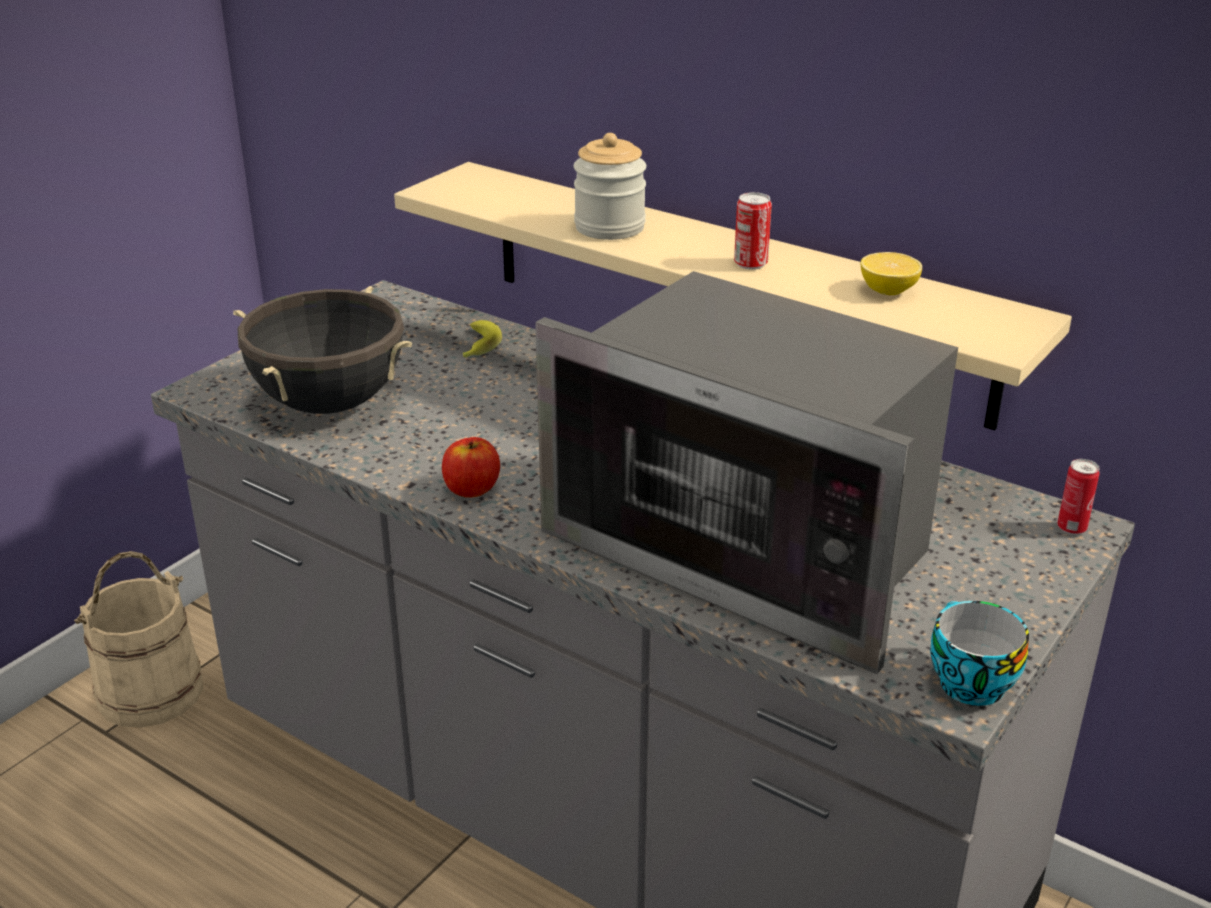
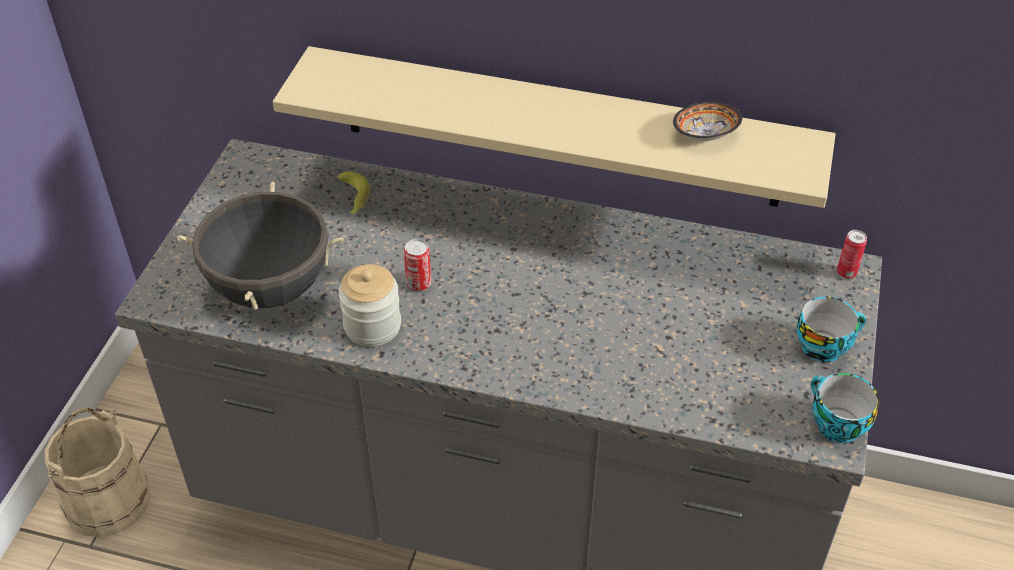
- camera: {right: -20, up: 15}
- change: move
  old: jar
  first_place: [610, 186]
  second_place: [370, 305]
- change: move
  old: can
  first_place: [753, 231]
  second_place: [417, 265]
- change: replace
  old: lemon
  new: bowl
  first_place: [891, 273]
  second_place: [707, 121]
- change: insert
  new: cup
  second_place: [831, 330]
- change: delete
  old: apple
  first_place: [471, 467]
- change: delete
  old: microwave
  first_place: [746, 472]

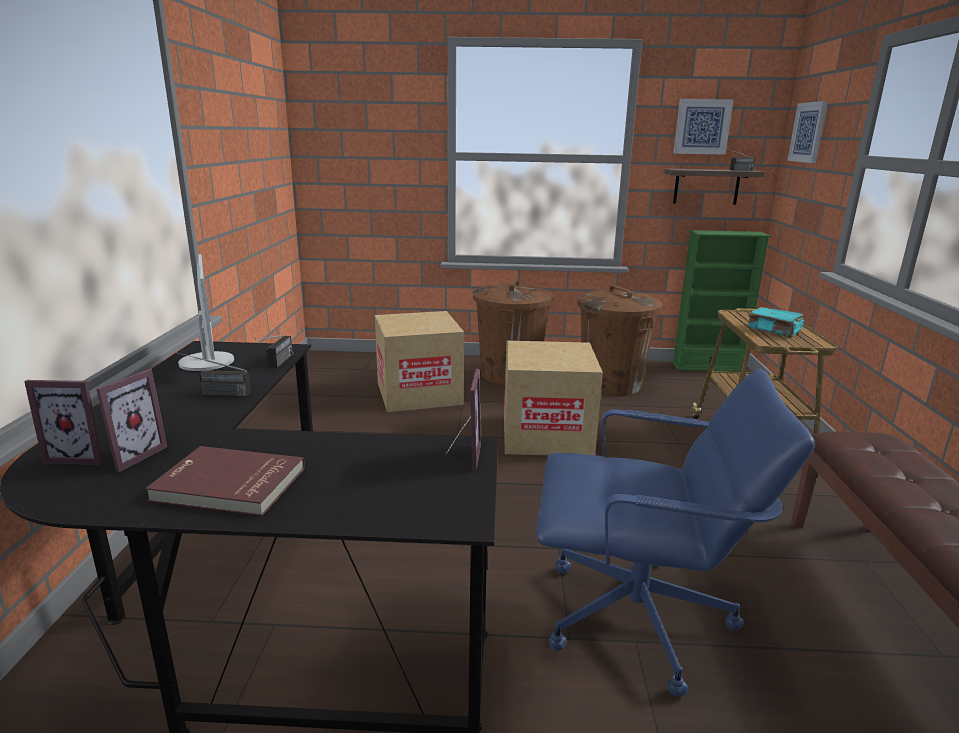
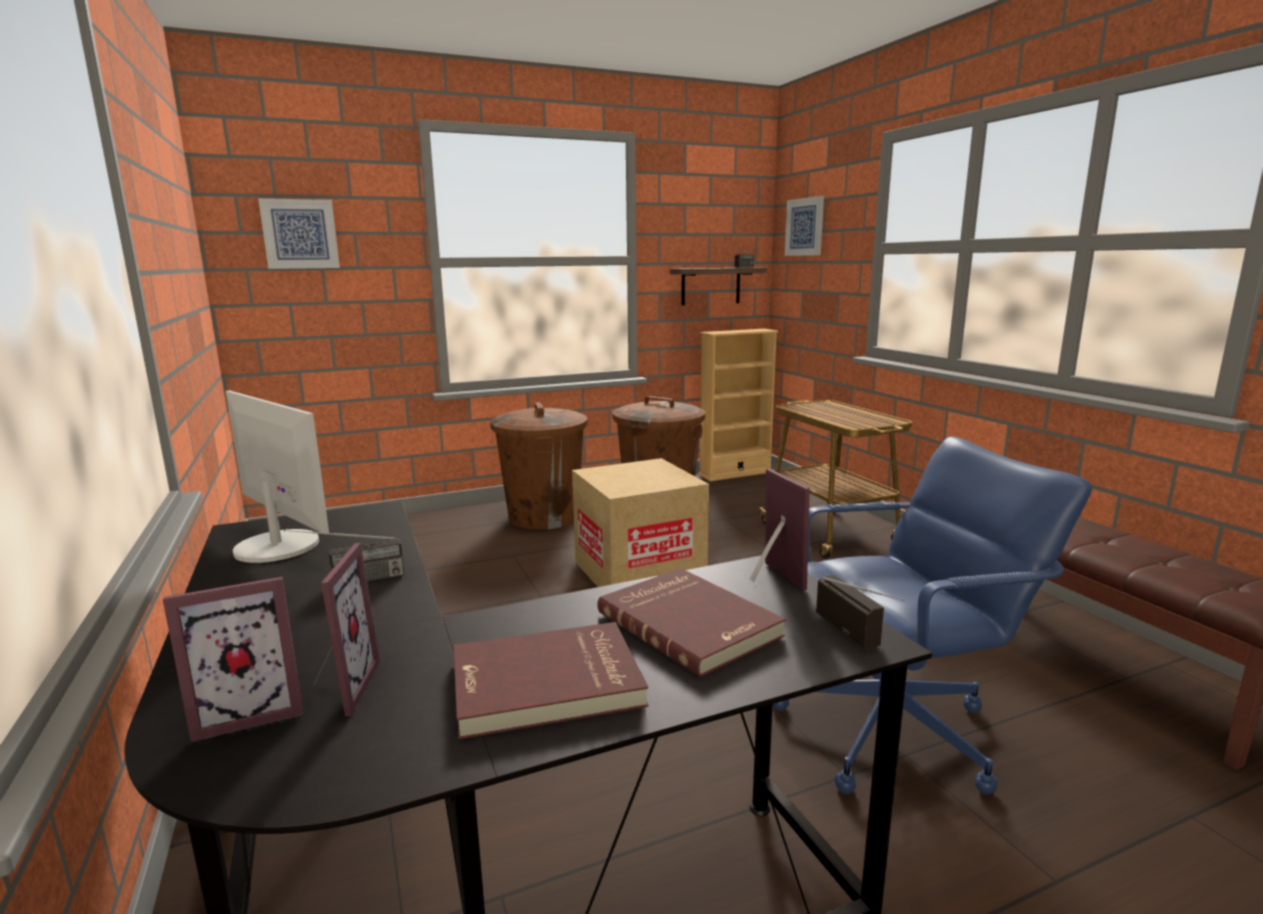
- camera: {right: -25, up: -5}
- change: move
  old: picture
  first_place: [703, 127]
  second_place: [299, 233]
- change: insert
  new: red book
  second_place: [691, 622]
- change: recolor
  old: green bookcase
  new: beige bookcase
  first_place: [721, 301]
  second_place: [738, 405]
- change: move
  old: radio
  first_place: [274, 351]
  second_place: [860, 612]
- change: delete
  old: cardboard box
  first_place: [419, 361]
- change: delete
  old: turquoise book
  first_place: [776, 322]

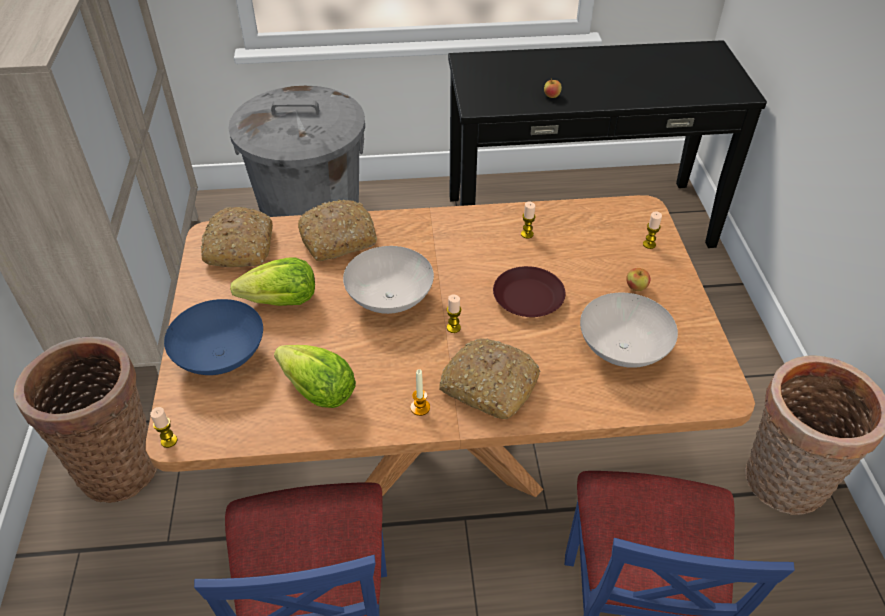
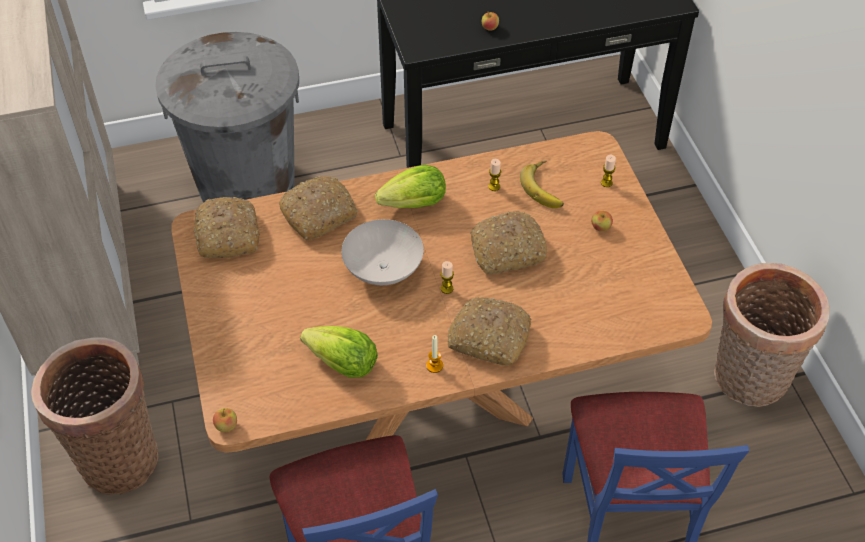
- camera: {right: -10, up: 5}
- change: replace
  old: candle
  new: apple
  first_place: [163, 427]
  second_place: [225, 420]
- change: move
  old: lettuce
  first_place: [272, 281]
  second_place: [410, 186]
- change: replace
  old: brown plate
  new: bread
  first_place: [529, 291]
  second_place: [508, 243]
- change: insert
  new: banana
  second_place: [542, 184]
- change: delete
  old: blue bowl
  first_place: [213, 337]
- change: delete
  old: white bowl
  first_place: [629, 330]

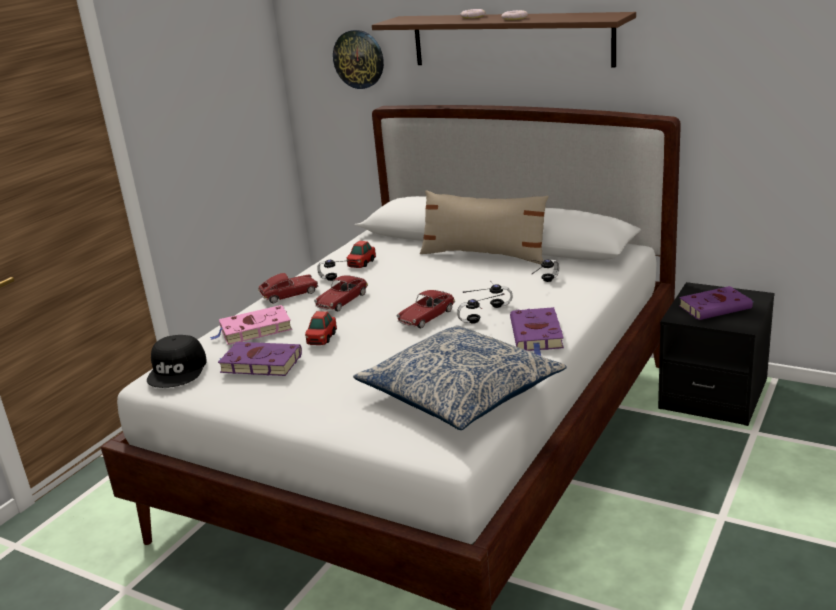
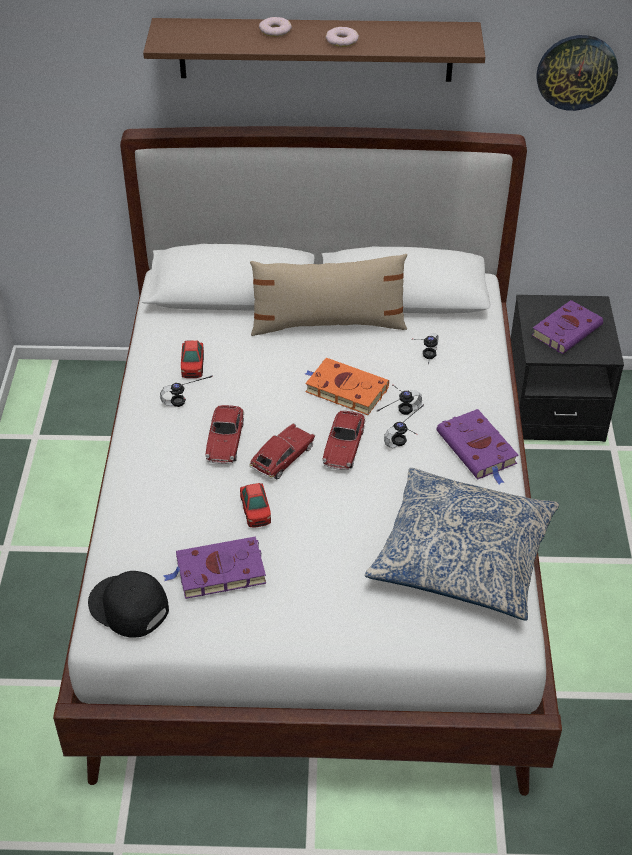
- camera: {right: -30, up: 20}
- change: rotate
  old: black cap
  first_place: [177, 361]
  second_place: [128, 604]
  degrees: 150
- change: move
  old: toy car
  first_place: [288, 288]
  second_place: [282, 451]
- change: insert
  new: orange book
  second_place: [347, 386]
- change: move
  old: wall clock
  first_place: [358, 59]
  second_place: [577, 73]
- change: delete
  old: pink book
  first_place: [251, 325]

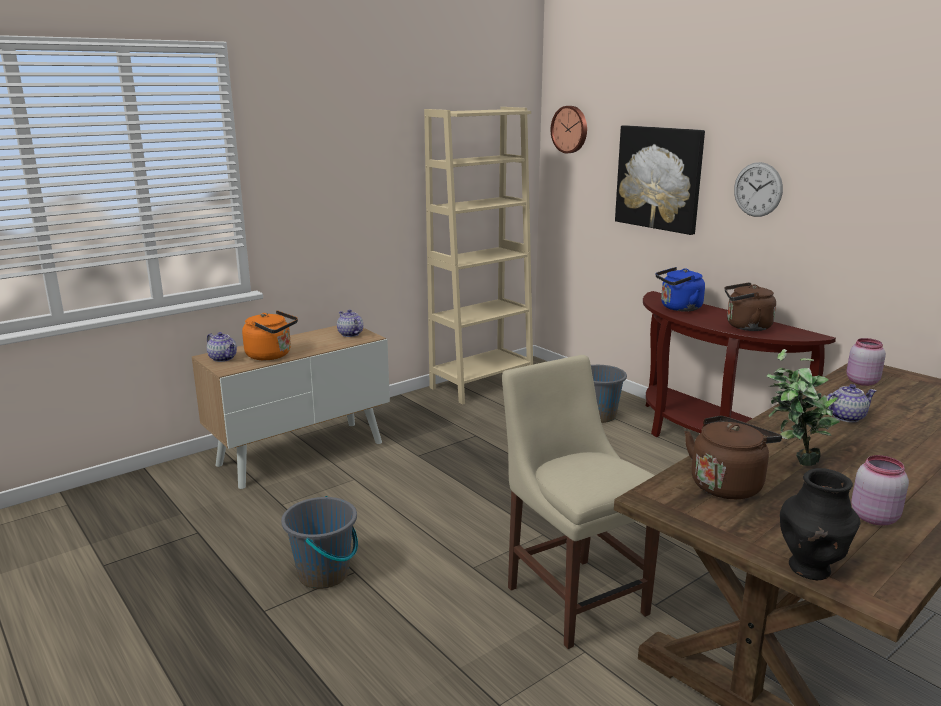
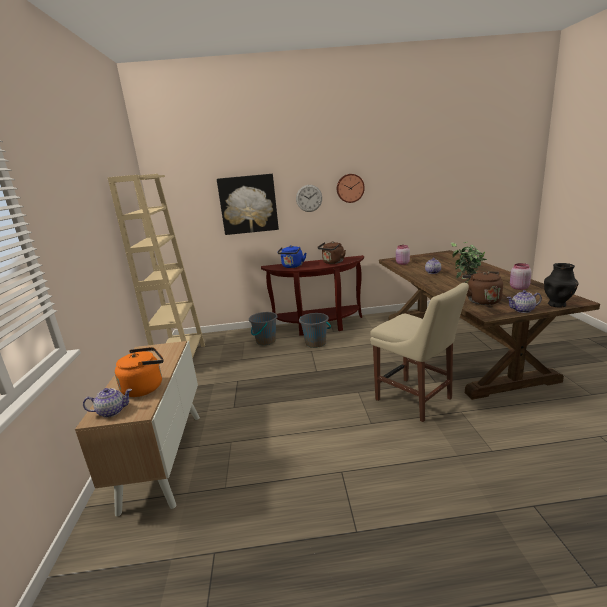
- camera: {right: -55, up: 0}
- change: move
  old: grey bucket
  first_place: [319, 542]
  second_place: [315, 330]
- change: move
  old: wall clock
  first_place: [569, 129]
  second_place: [351, 188]
- change: rotate
  old: beige chair
  first_place: [581, 502]
  second_place: [419, 352]
  degrees: -135
- change: move
  old: teapot
  first_place: [350, 323]
  second_place: [524, 301]

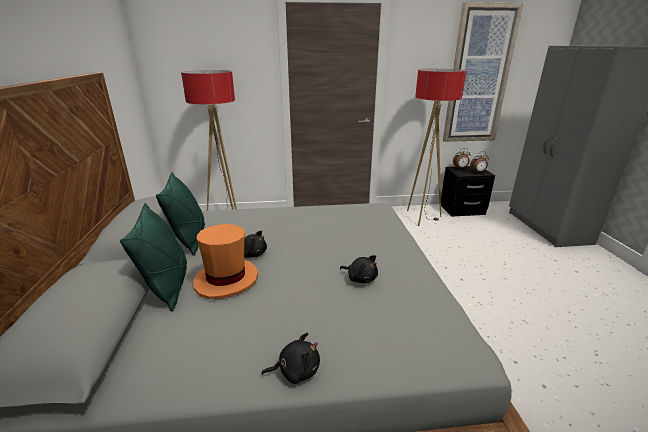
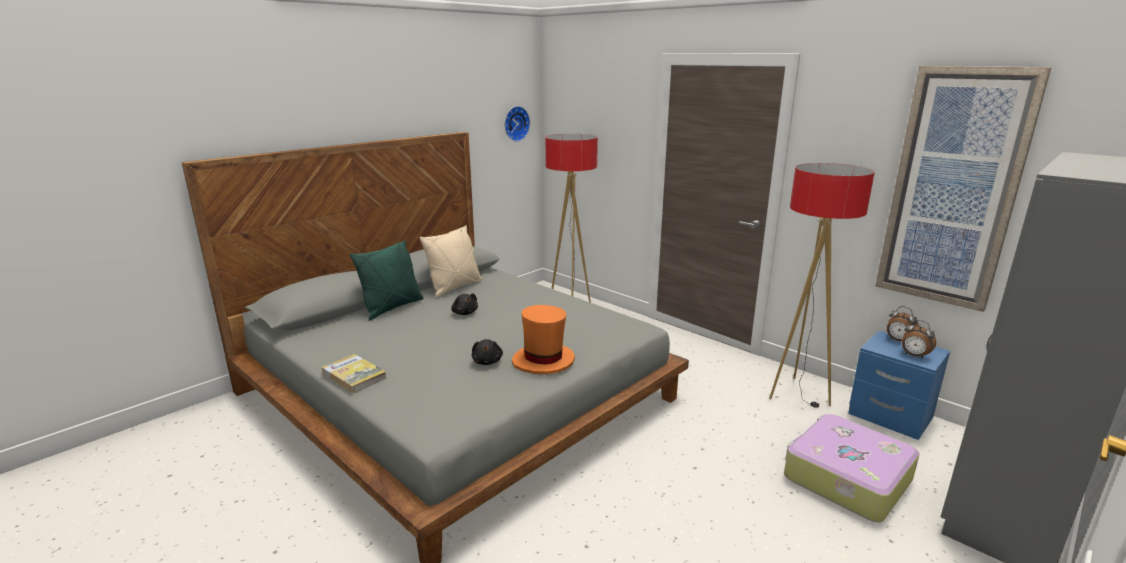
- camera: {right: 50, up: -5}
- change: replace
  old: black plush toy
  new: book
  first_place: [290, 358]
  second_place: [354, 373]
- change: recolor
  old: green pillow
  new: beige pillow
  first_place: [180, 214]
  second_place: [450, 261]
- change: insert
  new: wall clock
  second_place: [517, 123]
- change: move
  old: orange hat
  first_place: [225, 261]
  second_place: [543, 339]
- change: insert
  new: suitcase
  second_place: [852, 468]
- change: recolor
  old: black nightstand
  new: blue nightstand
  first_place: [468, 191]
  second_place: [899, 385]

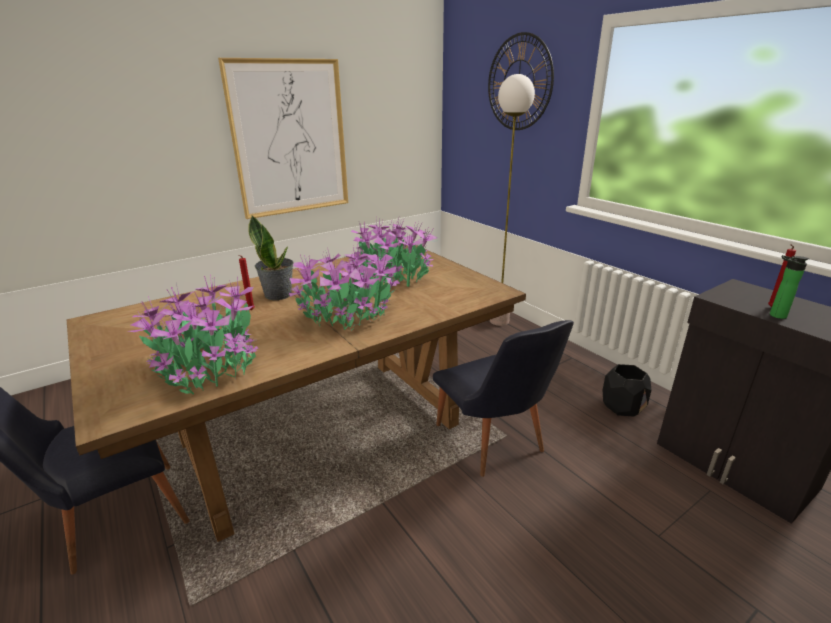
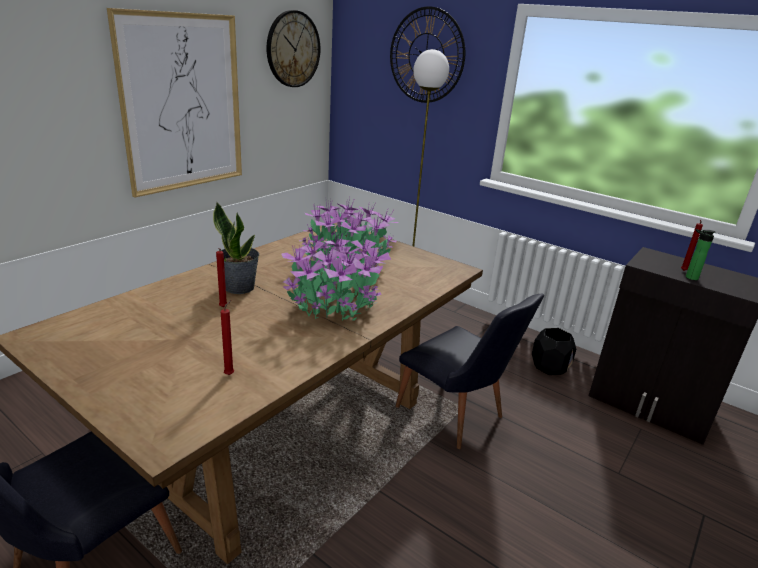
- camera: {right: -20, up: 0}
- change: replace
  old: potted plant
  new: red candle
  first_place: [194, 335]
  second_place: [227, 337]
- change: insert
  new: wall clock
  second_place: [293, 48]

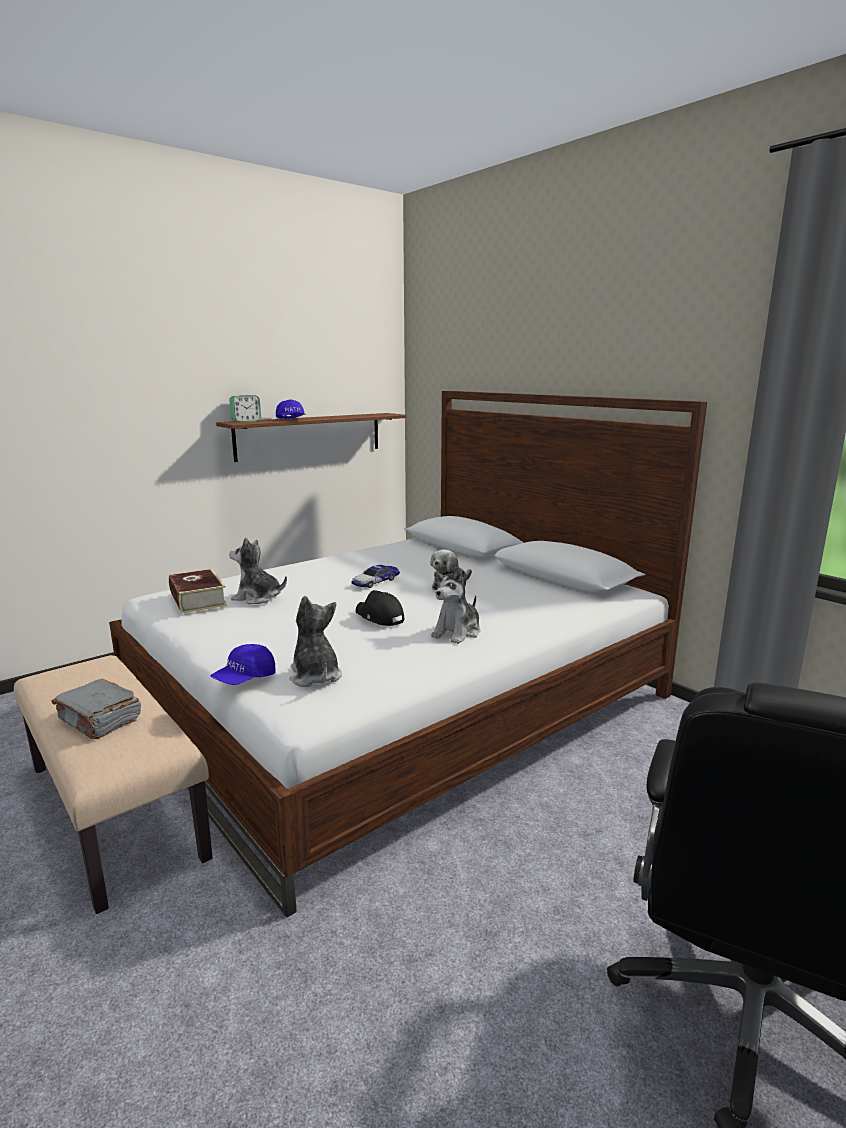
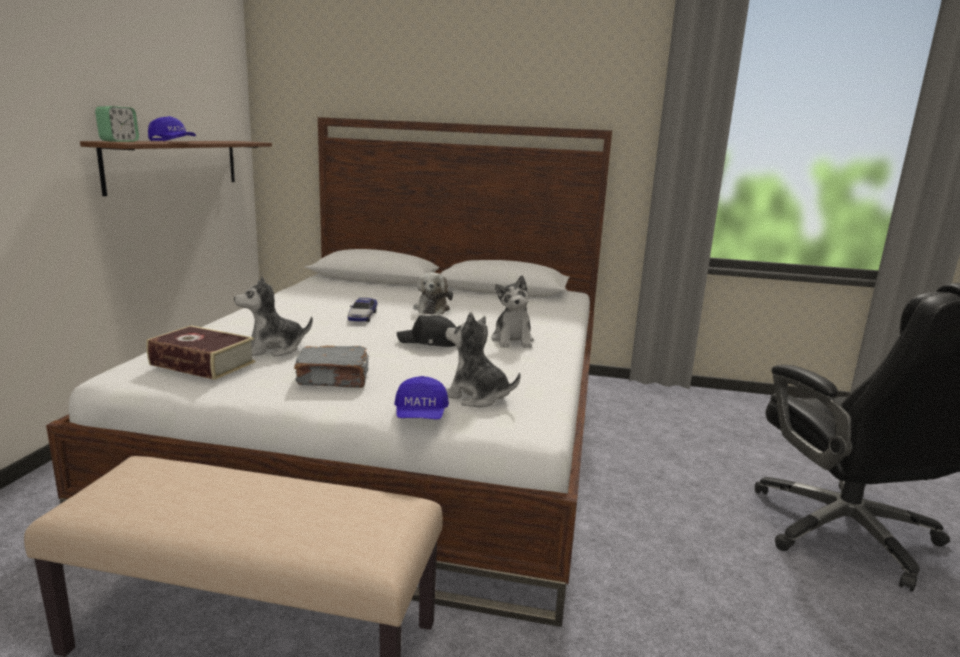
- camera: {right: -40, up: 0}
- change: move
  old: grey book
  first_place: [96, 709]
  second_place: [331, 367]

